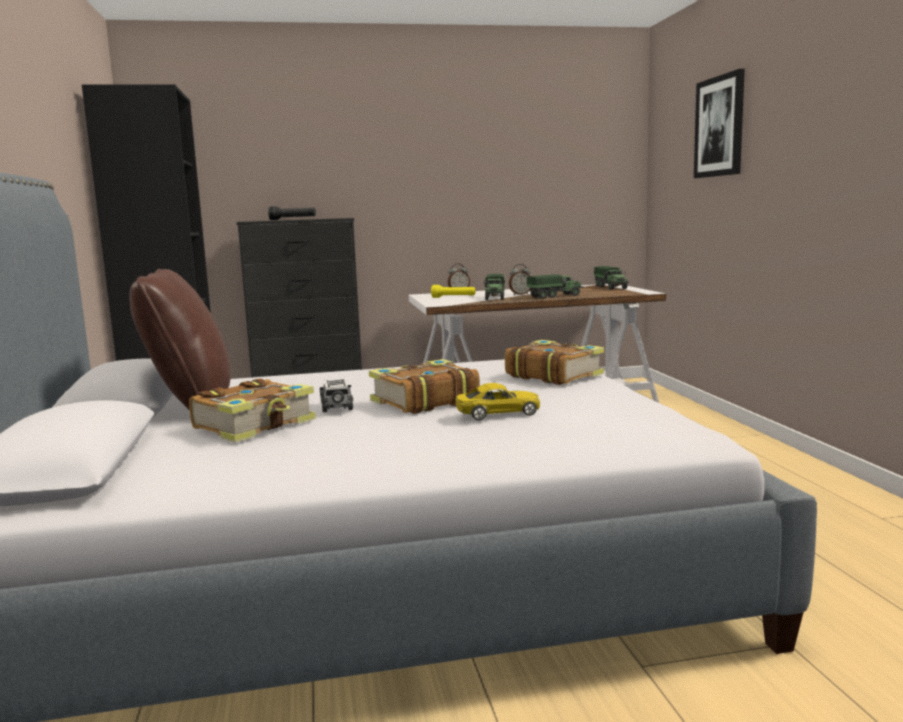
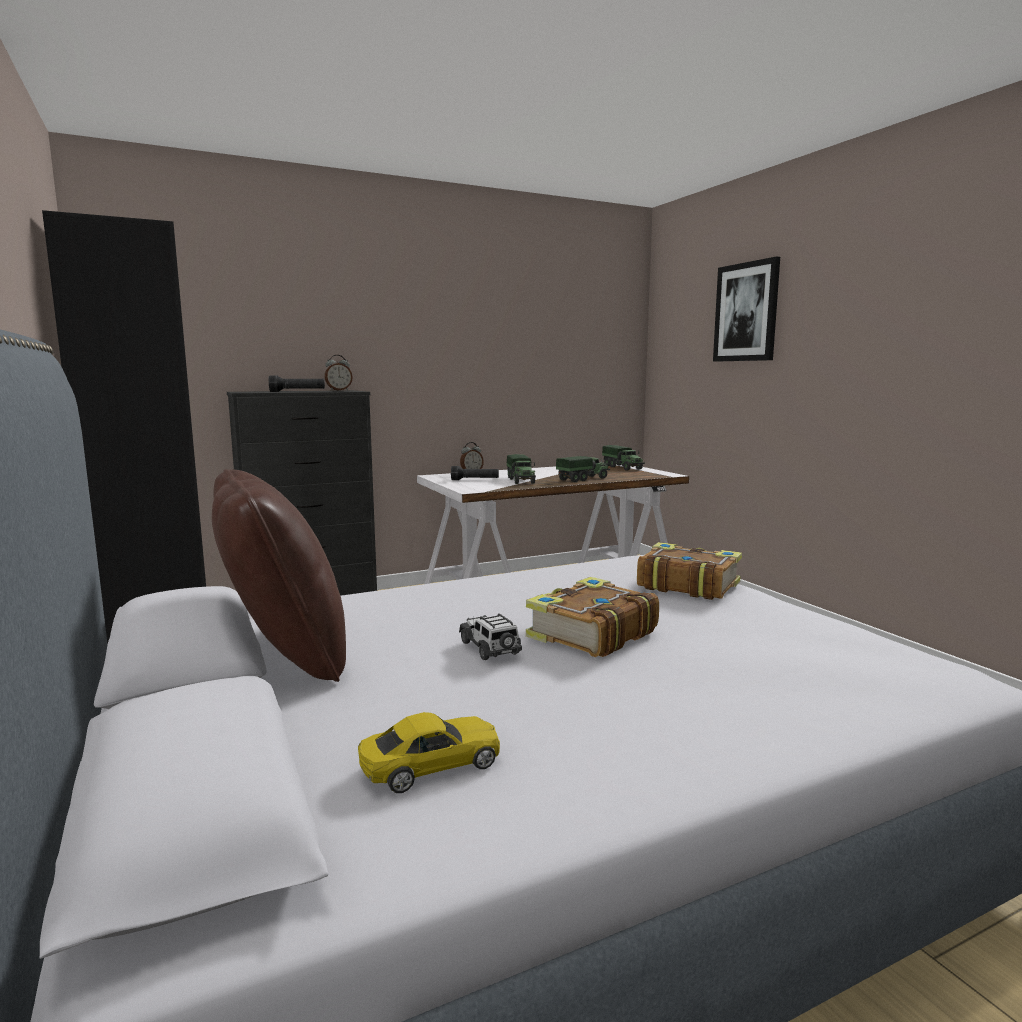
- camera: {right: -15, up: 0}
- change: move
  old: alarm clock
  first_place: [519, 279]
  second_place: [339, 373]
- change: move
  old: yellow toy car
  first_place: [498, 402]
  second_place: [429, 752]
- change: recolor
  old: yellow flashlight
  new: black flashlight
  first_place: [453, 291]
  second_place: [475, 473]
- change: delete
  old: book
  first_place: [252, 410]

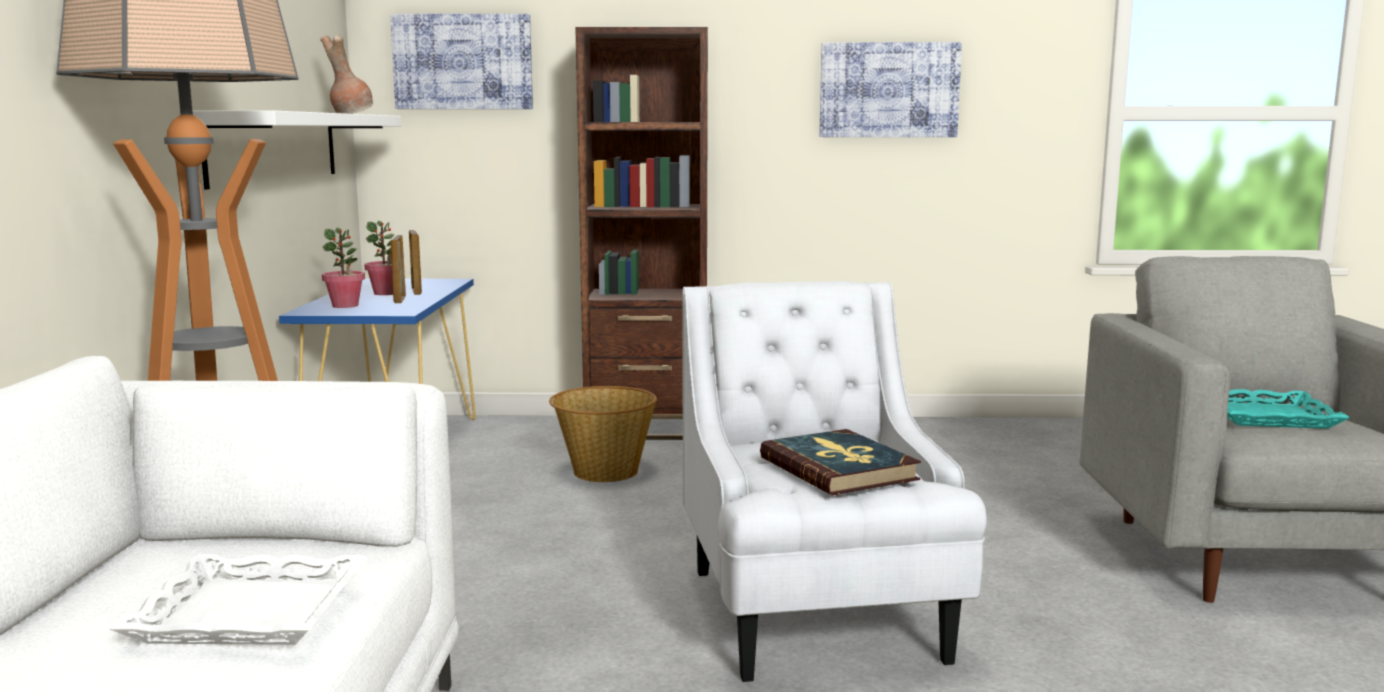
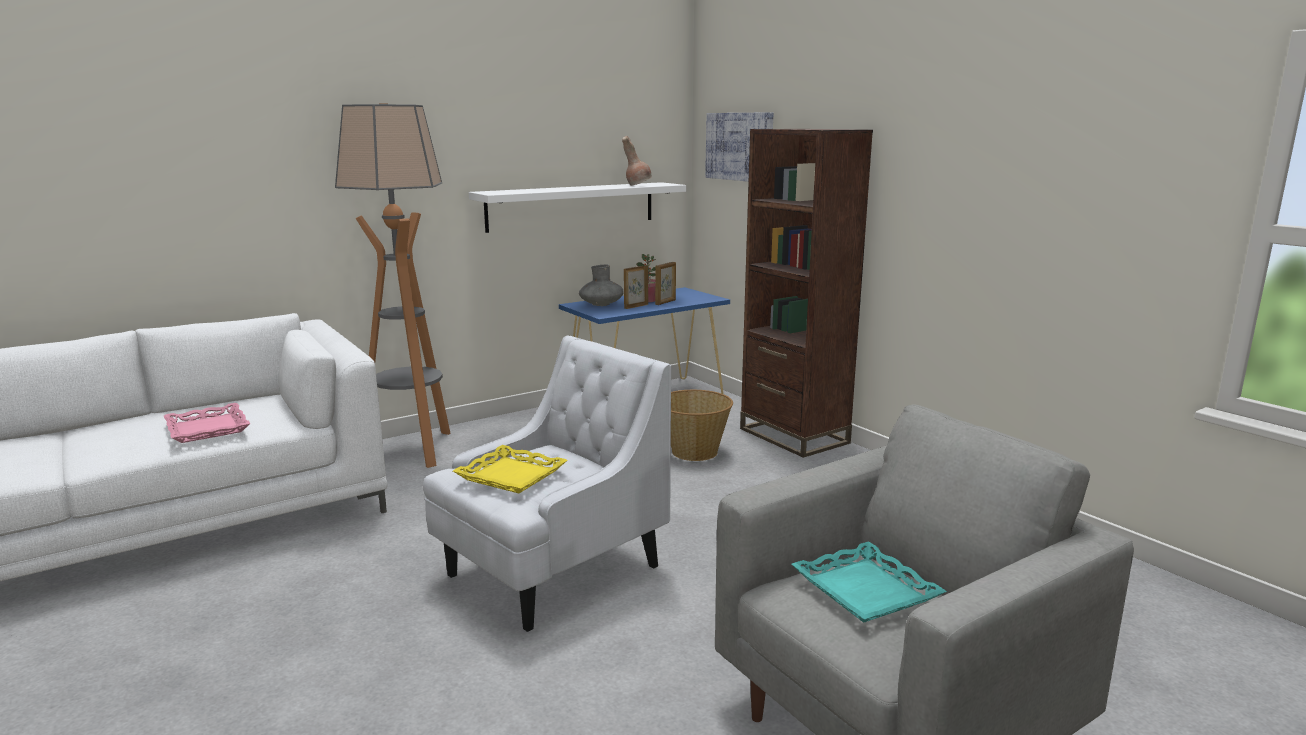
- camera: {right: 55, up: 5}
- change: recolor
  old: white tray
  new: pink tray
  first_place: [238, 599]
  second_place: [207, 423]
- change: replace
  old: book
  new: yellow tray
  first_place: [840, 462]
  second_place: [510, 469]
- change: replace
  old: potted plant
  new: grey vase
  first_place: [343, 268]
  second_place: [601, 285]
- change: delete
  old: picture
  first_place: [890, 89]

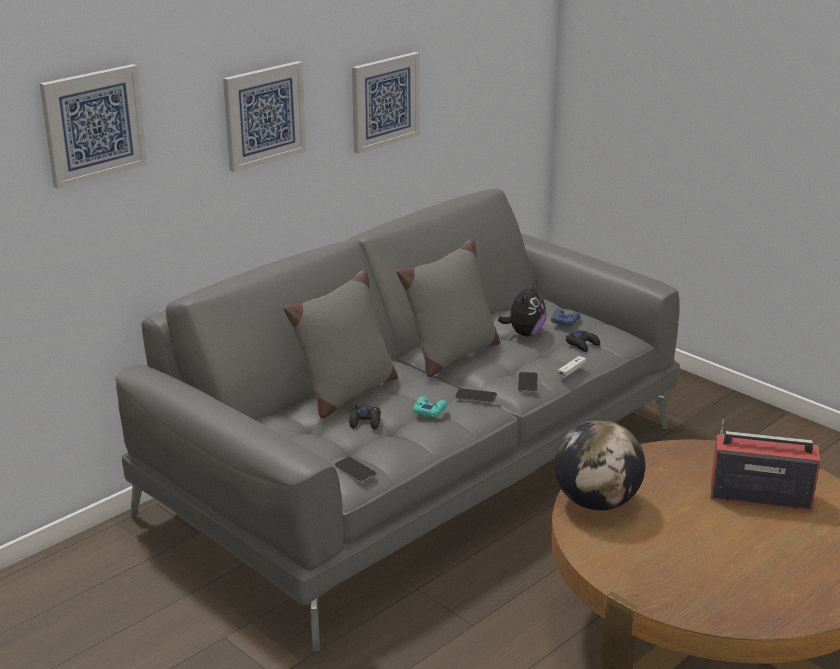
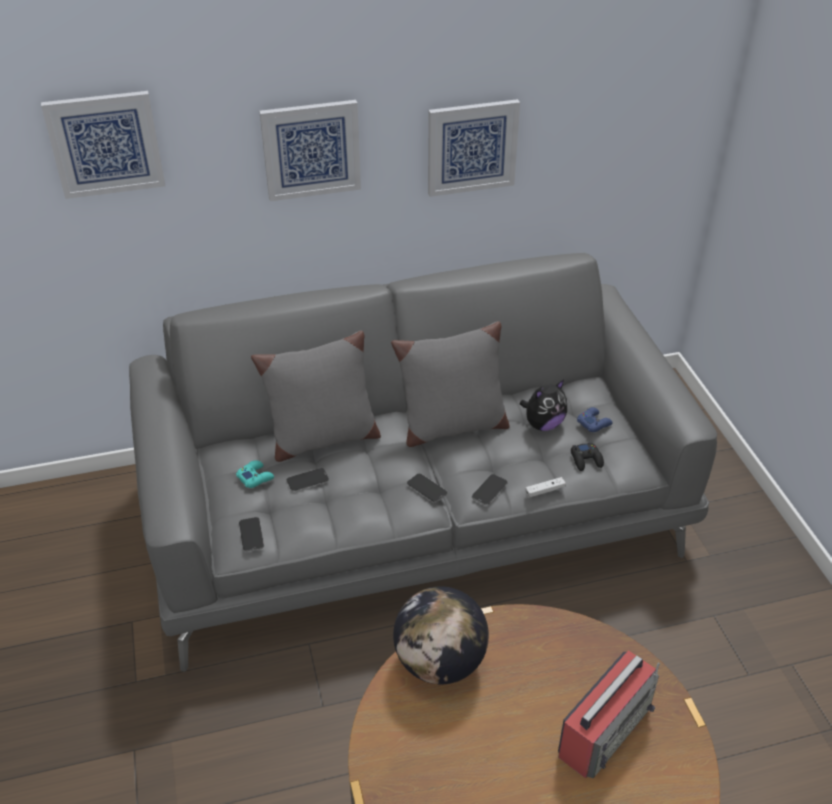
- camera: {right: 30, up: 15}
- change: move
  old: turquoise game controller
  first_place: [430, 406]
  second_place: [255, 474]
- change: replace
  old: black game controller
  new: phone
  first_place: [365, 417]
  second_place: [308, 480]
- change: rotate
  old: radio
  first_place: [765, 465]
  second_place: [609, 714]
  degrees: 90

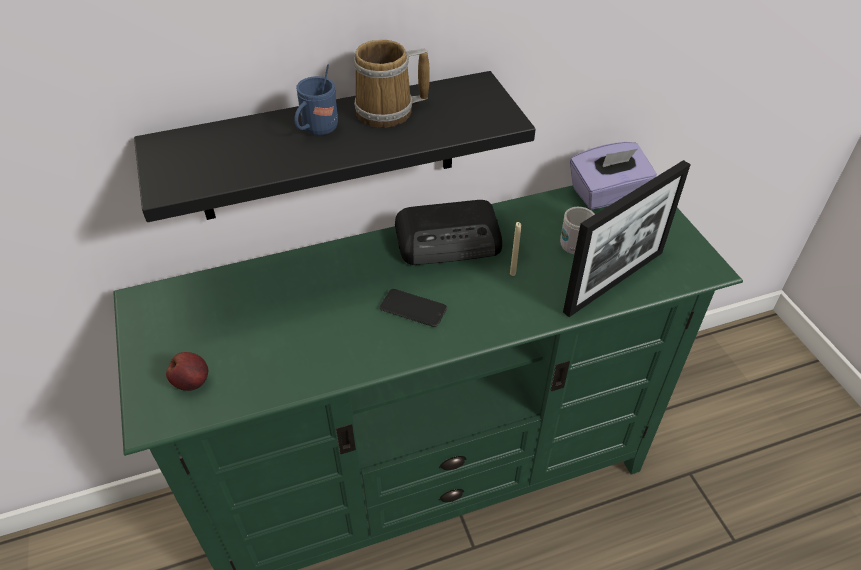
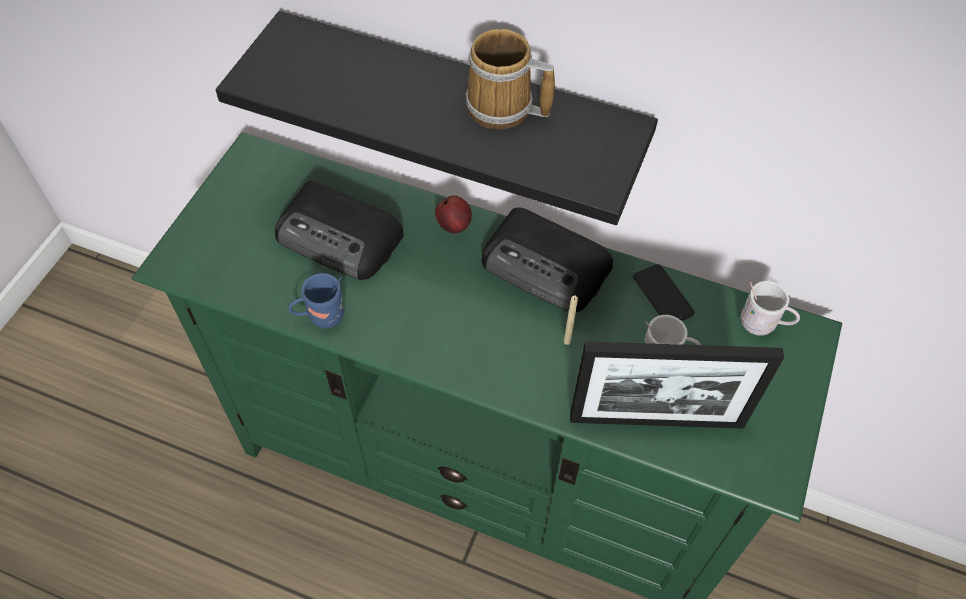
- camera: {right: 40, up: 10}
- change: insert
  new: radio
  second_place: [339, 230]
- change: move
  old: blue mug
  first_place: [316, 99]
  second_place: [316, 300]
- change: move
  old: apple
  first_place: [187, 371]
  second_place: [453, 214]
- change: move
  old: phone
  first_place: [413, 308]
  second_place: [664, 292]
- change: replace
  old: purple tissue box
  new: white mug
  first_place: [613, 175]
  second_place: [770, 308]

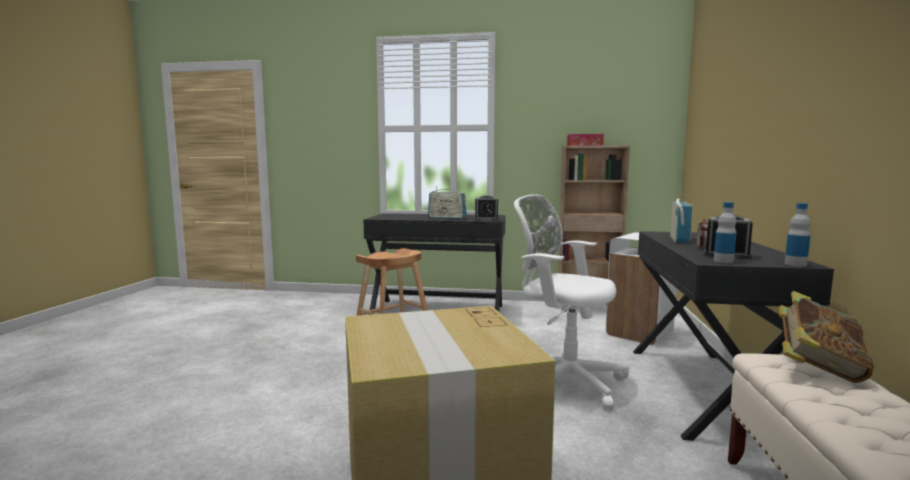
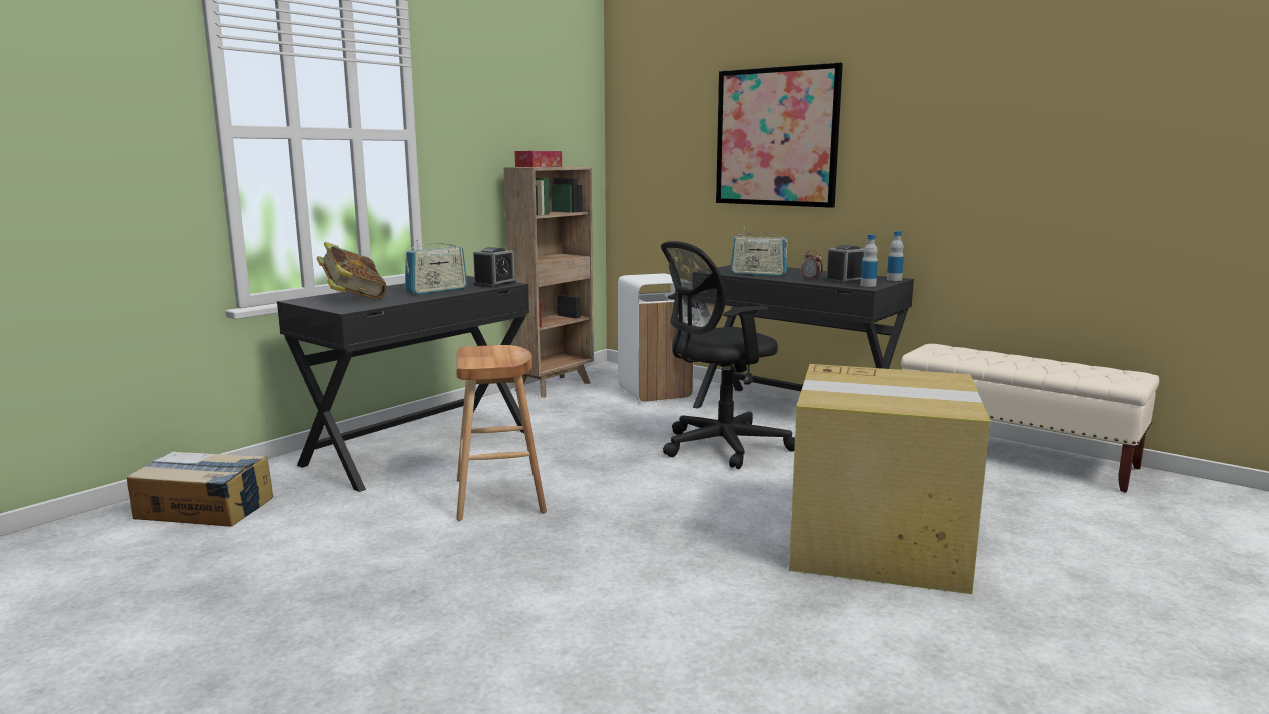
- camera: {right: -60, up: 5}
- change: insert
  new: cardboard box
  second_place: [200, 489]
- change: move
  old: book
  first_place: [826, 337]
  second_place: [351, 271]
- change: recolor
  old: white office chair
  new: black office chair
  first_place: [571, 302]
  second_place: [728, 355]
- change: insert
  new: picture
  second_place: [779, 135]
- change: rotate
  old: radio
  first_place: [681, 219]
  second_place: [759, 252]
  degrees: 150

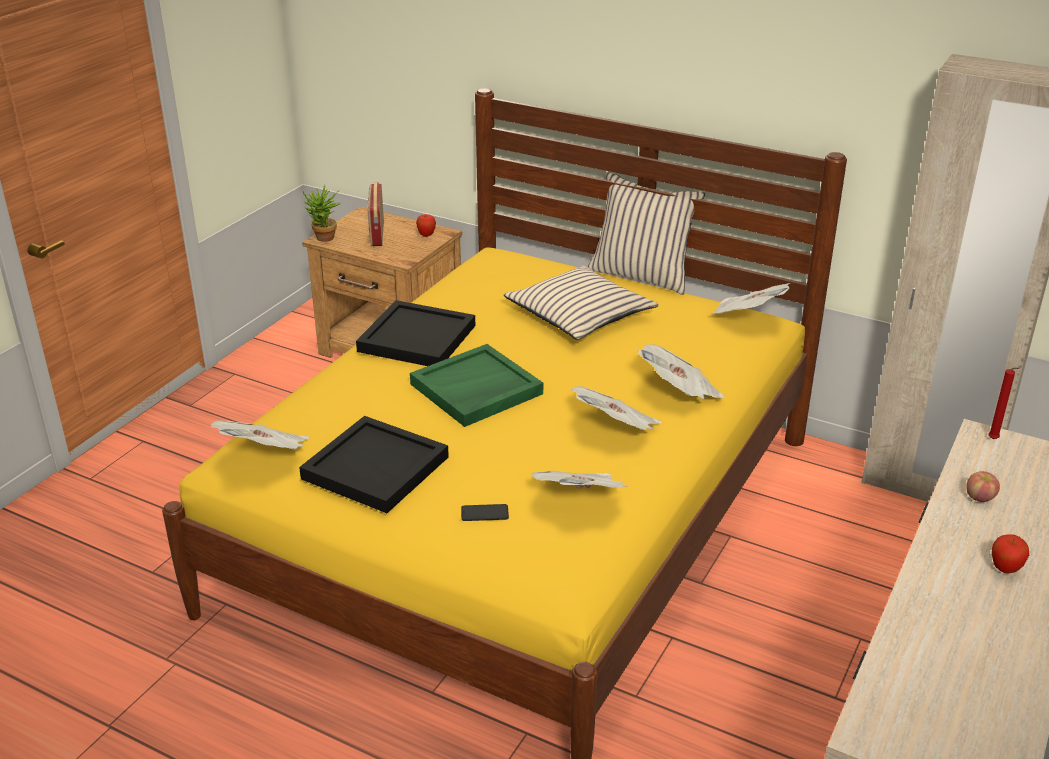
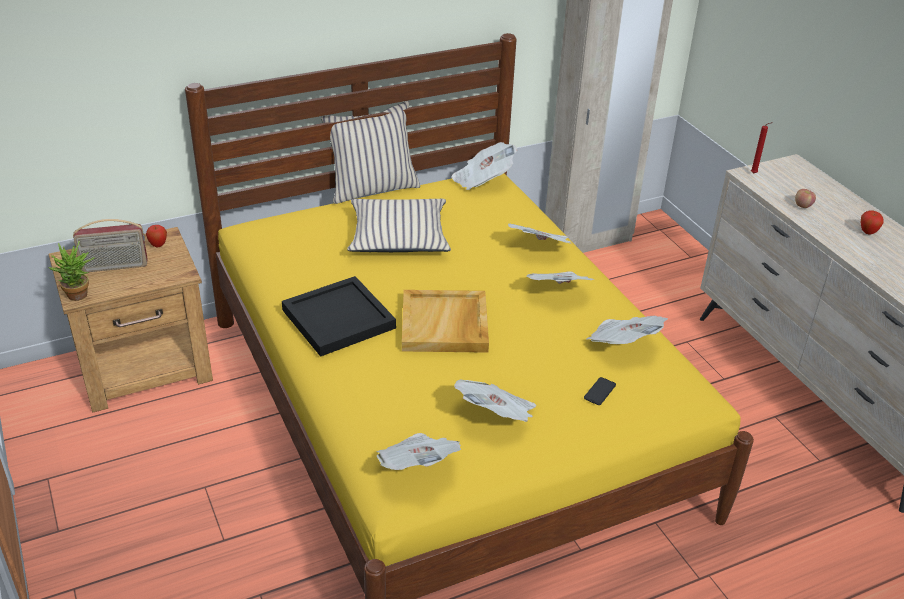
- camera: {right: -55, up: 5}
- change: rotate
  old: radio
  first_place: [375, 214]
  second_place: [110, 245]
  degrees: -45
- change: recolor
  old: green tray
  new: beige tray
  first_place: [476, 385]
  second_place: [445, 321]
- change: replace
  old: black tray
  new: newspaper
  first_place: [374, 464]
  second_place: [495, 401]

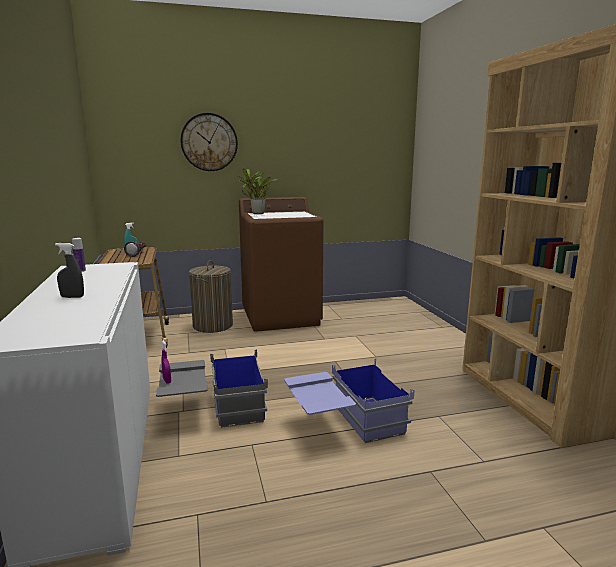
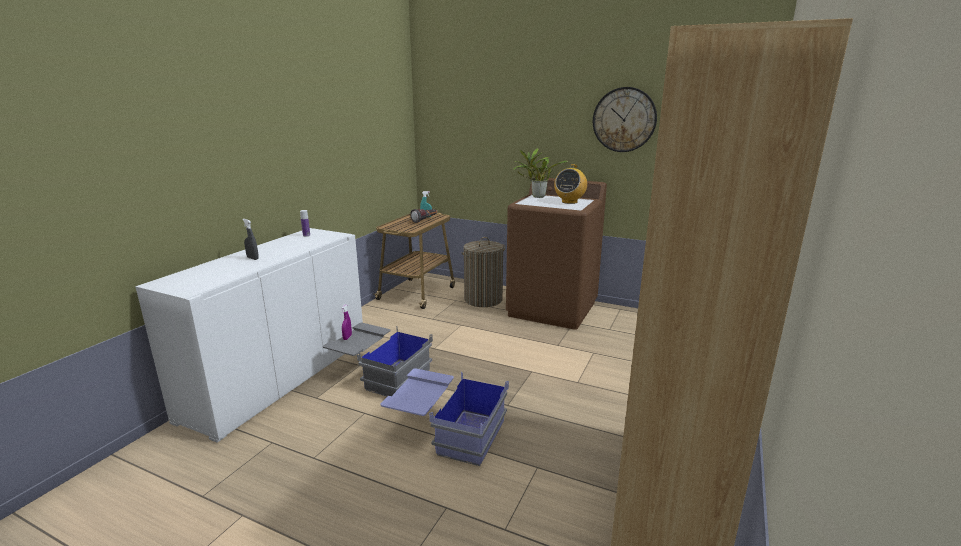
- camera: {right: 40, up: 5}
- change: insert
  new: radio
  second_place: [570, 184]
- change: move
  old: wall clock
  first_place: [209, 142]
  second_place: [625, 119]

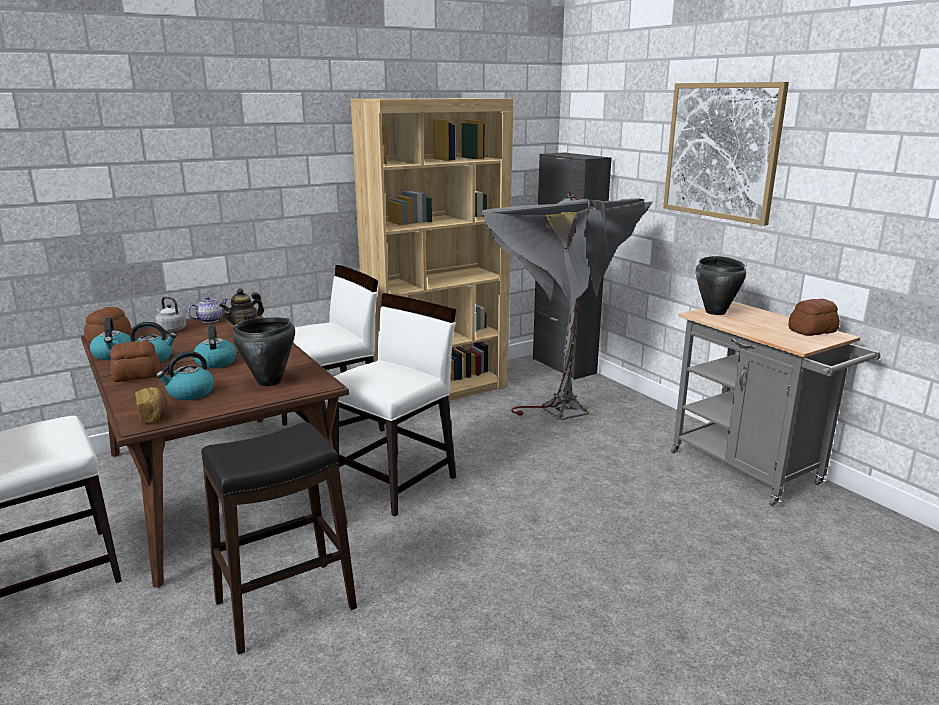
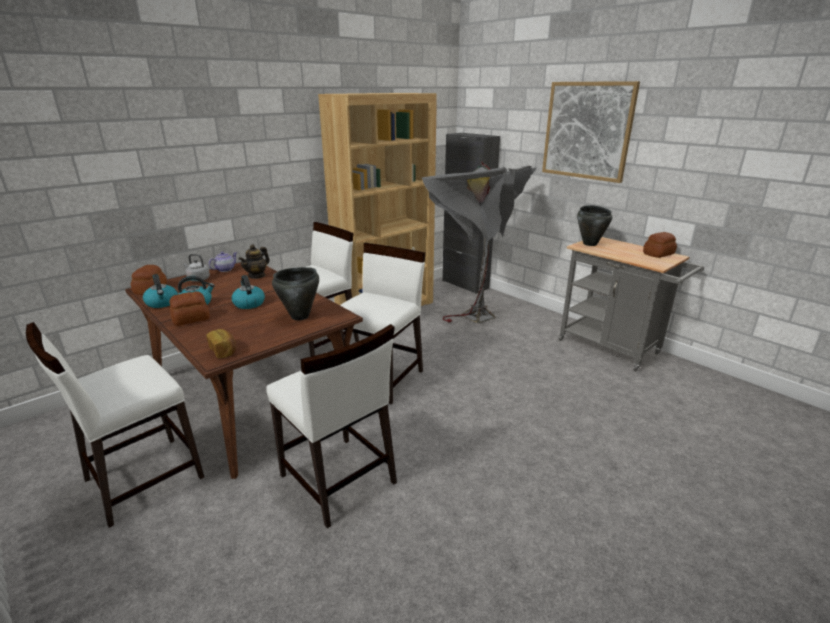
- camera: {right: -10, up: 5}
- change: replace
  old: black stool
  new: white chair
  first_place: [279, 538]
  second_place: [331, 426]
- change: delete
  old: kettle
  first_place: [185, 375]

